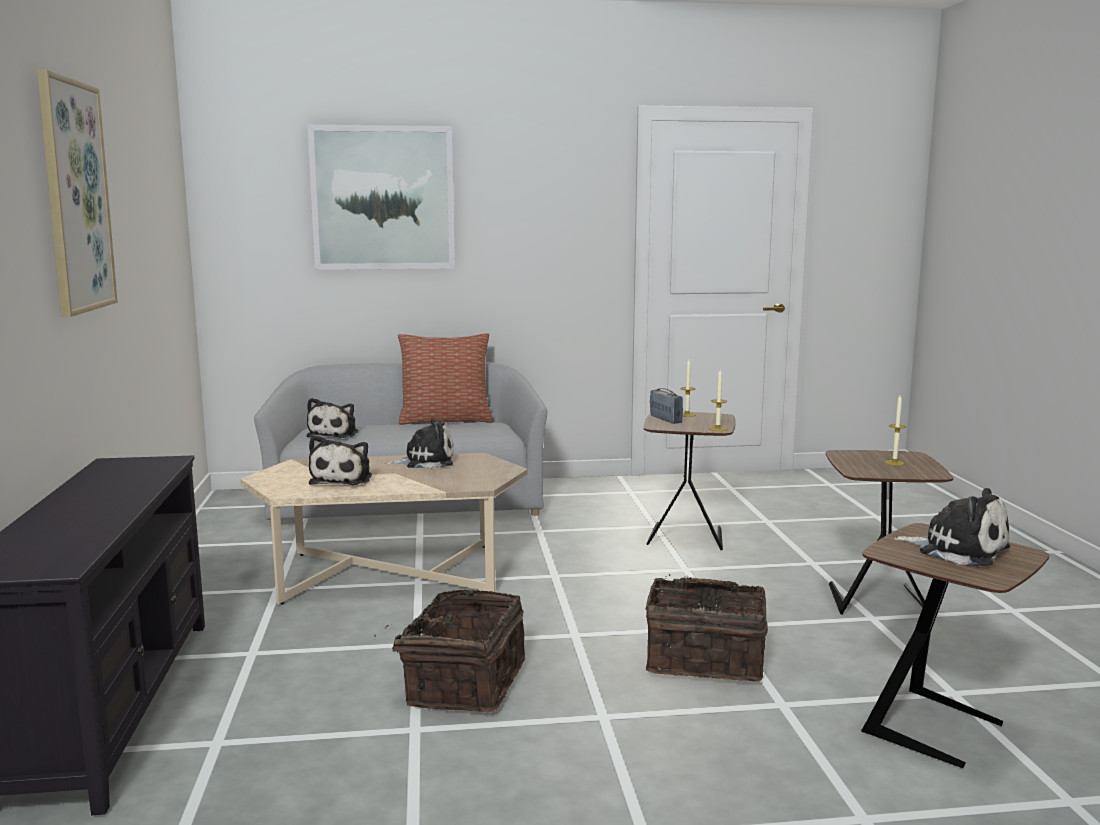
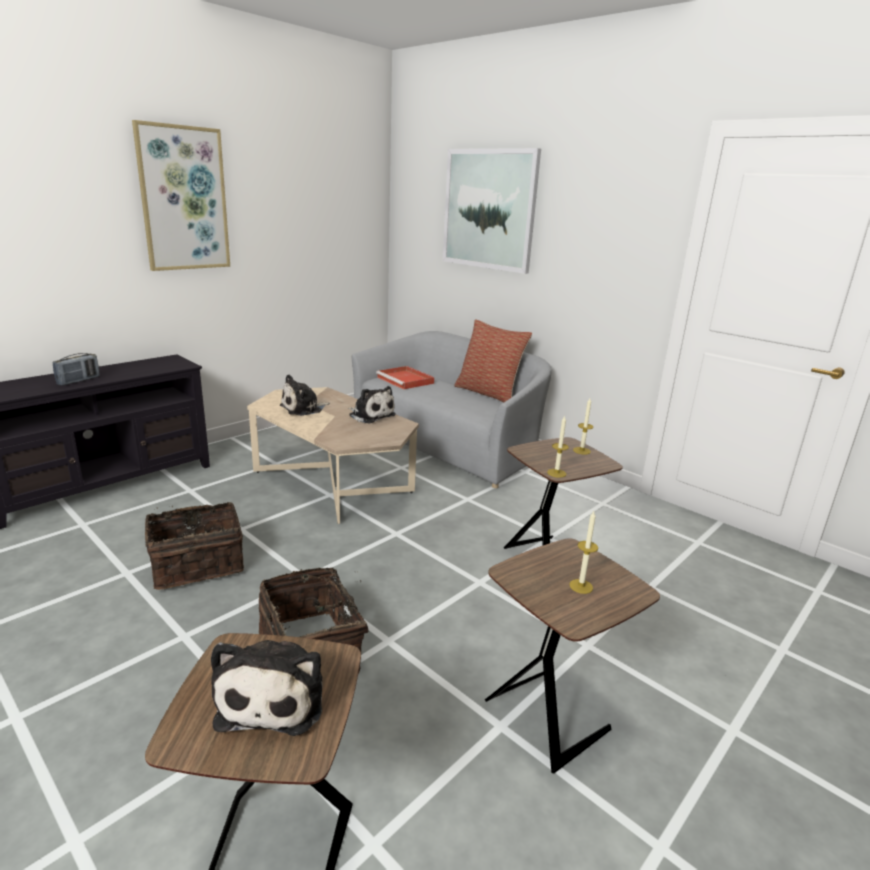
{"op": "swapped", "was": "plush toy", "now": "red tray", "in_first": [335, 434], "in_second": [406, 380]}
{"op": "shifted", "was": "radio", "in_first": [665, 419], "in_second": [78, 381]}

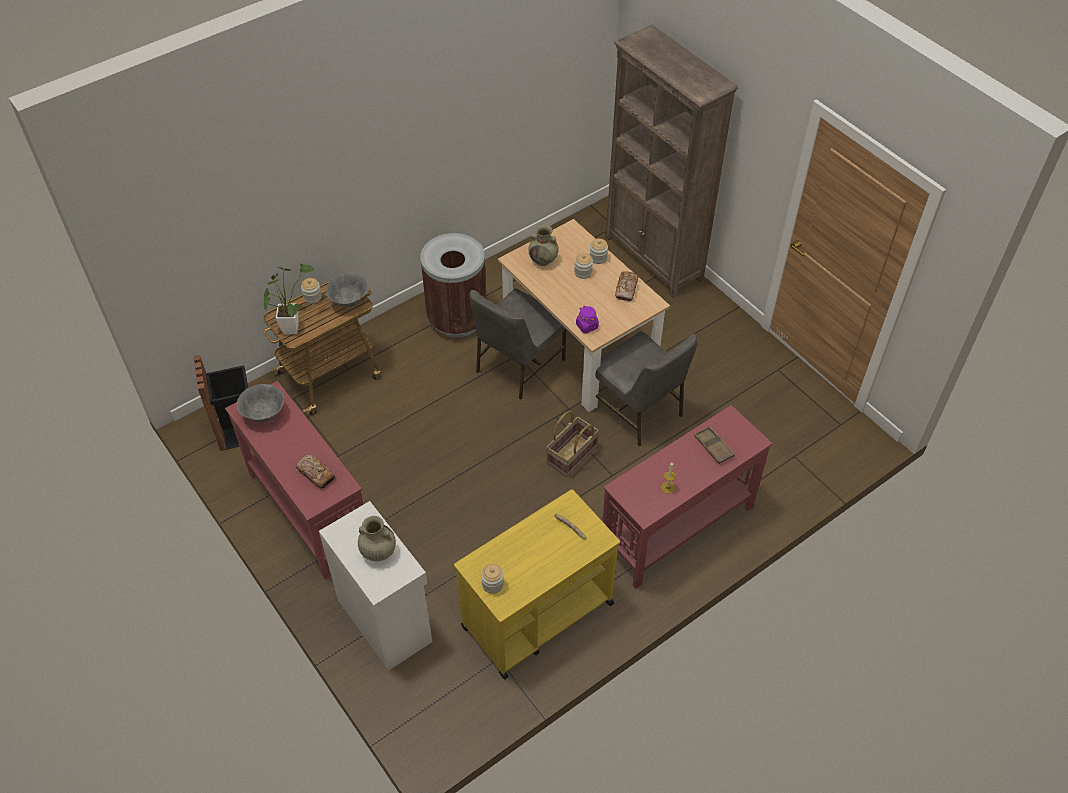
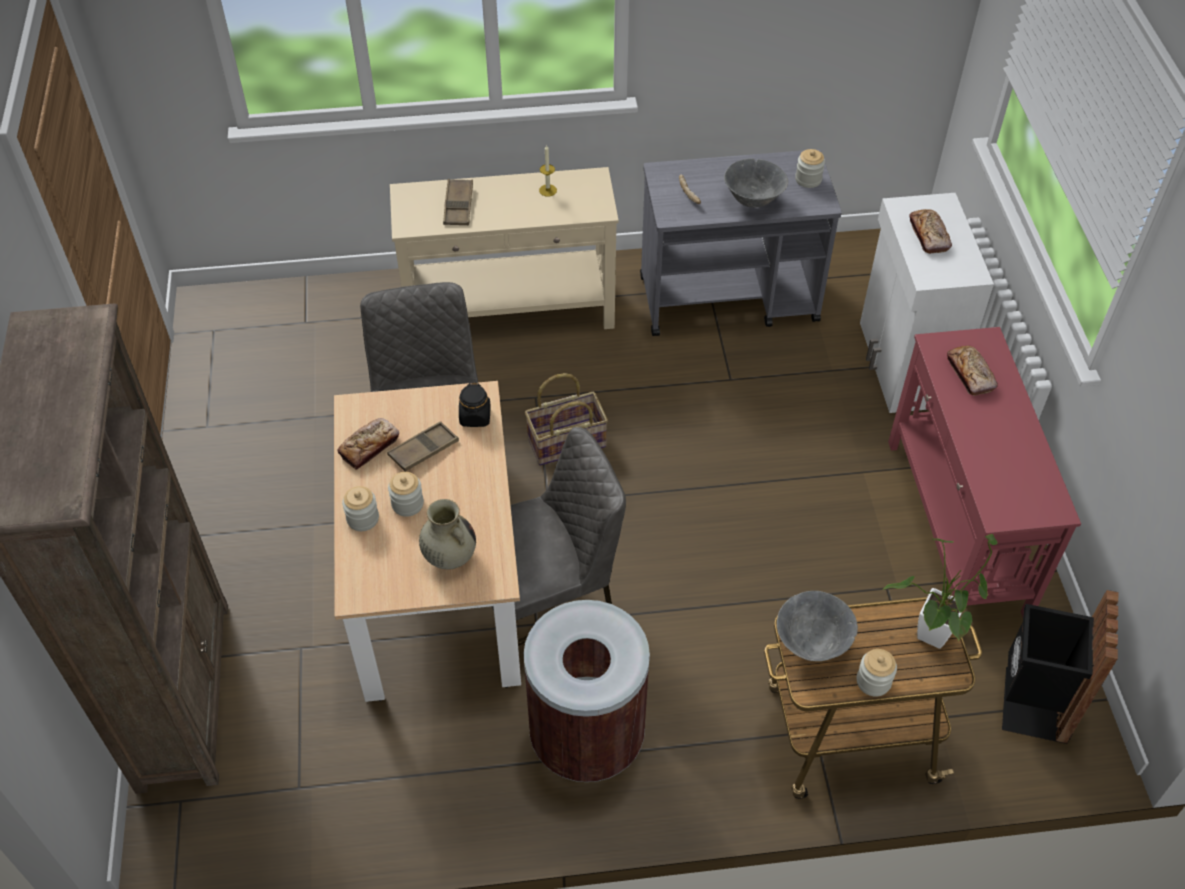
{"op": "shifted", "was": "grey bowl", "in_first": [264, 414], "in_second": [752, 201]}
{"op": "swapped", "was": "beige vase", "now": "bread", "in_first": [378, 552], "in_second": [929, 236]}
{"op": "repainted", "was": "yellow cart", "now": "grey cart", "in_first": [536, 615], "in_second": [730, 299]}
{"op": "repainted", "was": "purple jar", "now": "black jar", "in_first": [586, 326], "in_second": [475, 417]}
{"op": "repainted", "was": "red console table", "now": "beige console table", "in_first": [676, 528], "in_second": [511, 311]}
{"op": "new", "now": "brown tray", "in_second": [423, 450]}

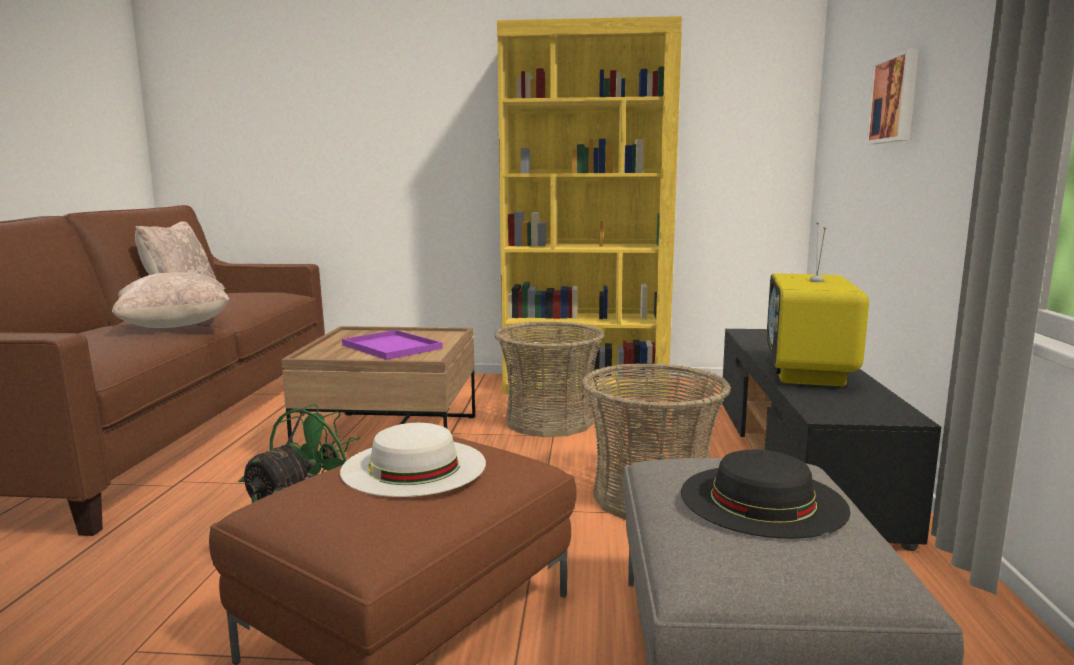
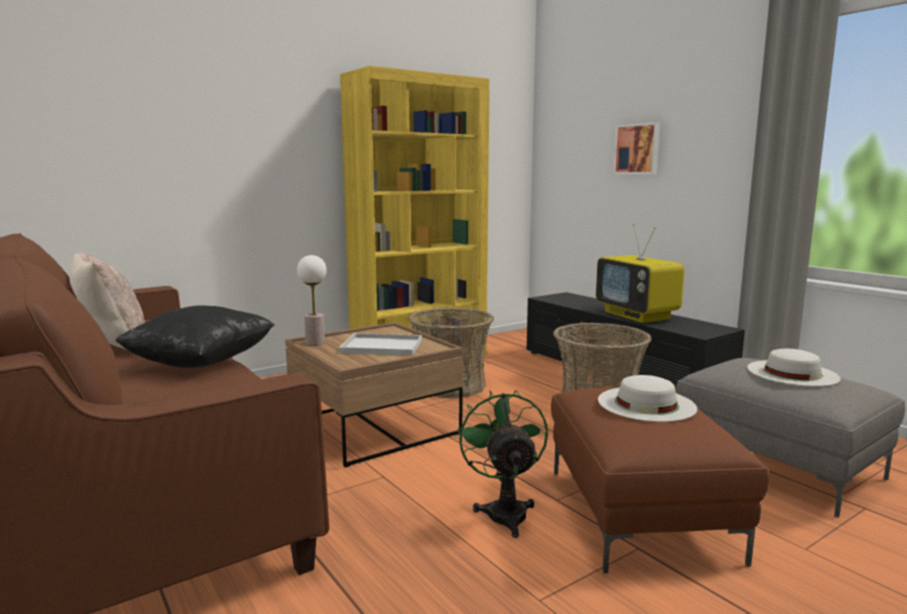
{"op": "repainted", "was": "beige pillow", "now": "black pillow", "in_first": [176, 327], "in_second": [201, 363]}
{"op": "repainted", "was": "purple tray", "now": "white tray", "in_first": [389, 346], "in_second": [380, 346]}
{"op": "repainted", "was": "black hat", "now": "white hat", "in_first": [762, 500], "in_second": [792, 373]}
{"op": "new", "now": "table lamp", "in_second": [315, 343]}

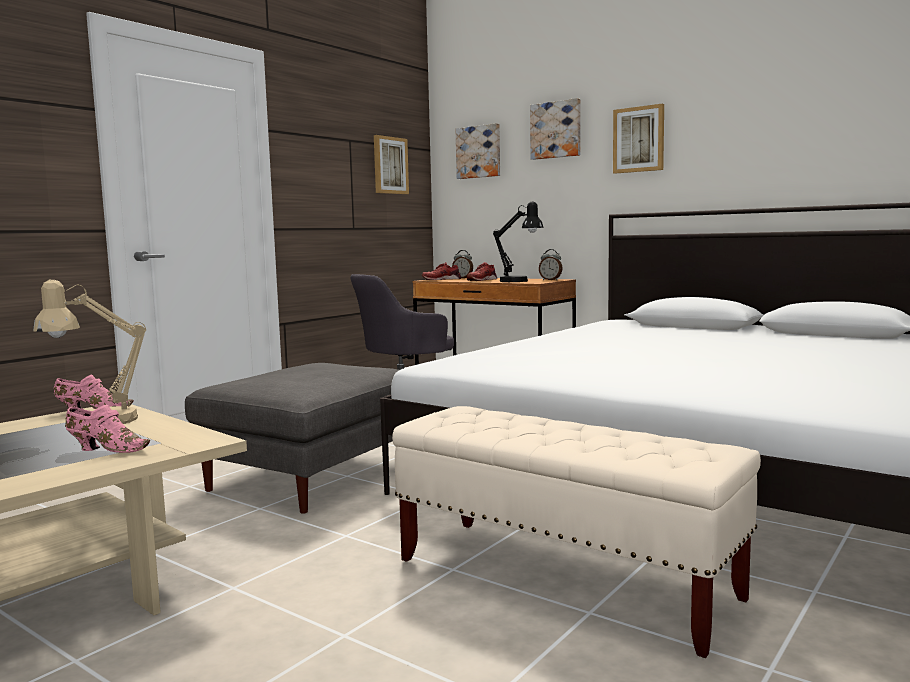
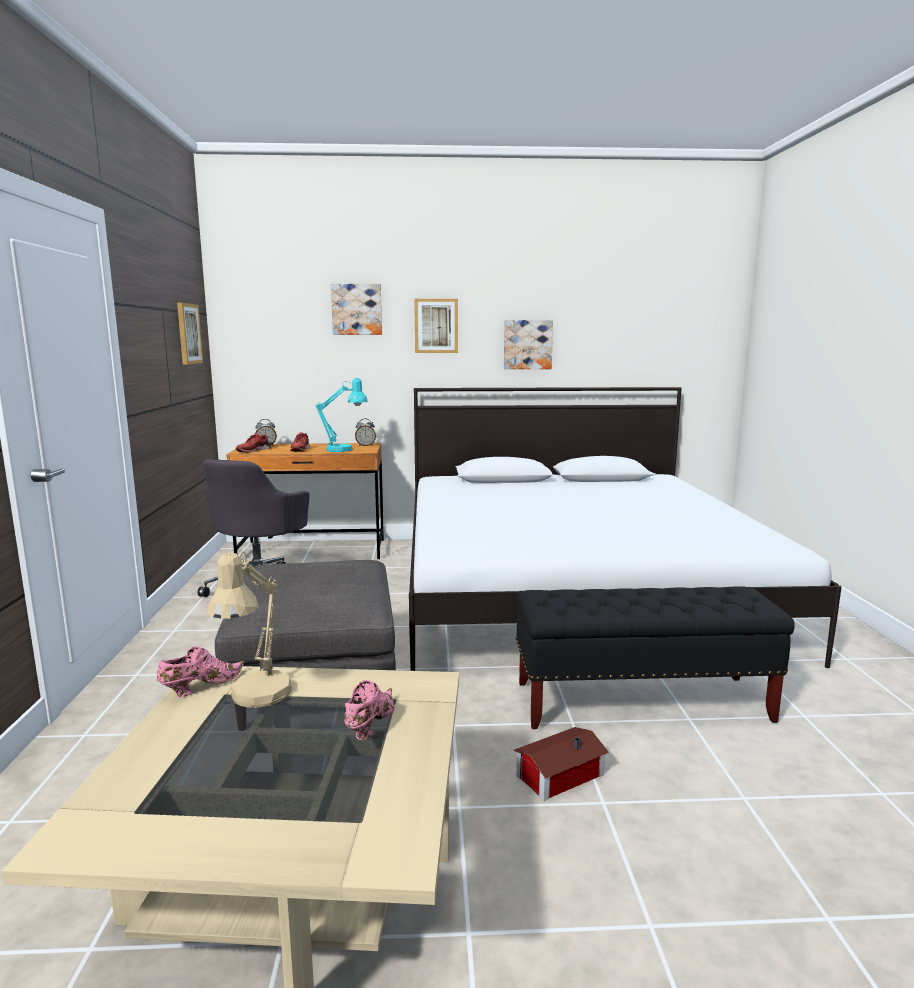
{"op": "rotated", "was": "pink shoe", "in_first": [106, 450], "in_second": [369, 725], "clockwise": -45}
{"op": "repainted", "was": "beige bench", "now": "black bench", "in_first": [564, 580], "in_second": [642, 702]}
{"op": "shifted", "was": "picture", "in_first": [479, 152], "in_second": [527, 344]}
{"op": "repainted", "was": "black table lamp", "now": "turquoise table lamp", "in_first": [519, 281], "in_second": [345, 450]}
{"op": "new", "now": "toy house", "in_second": [557, 774]}

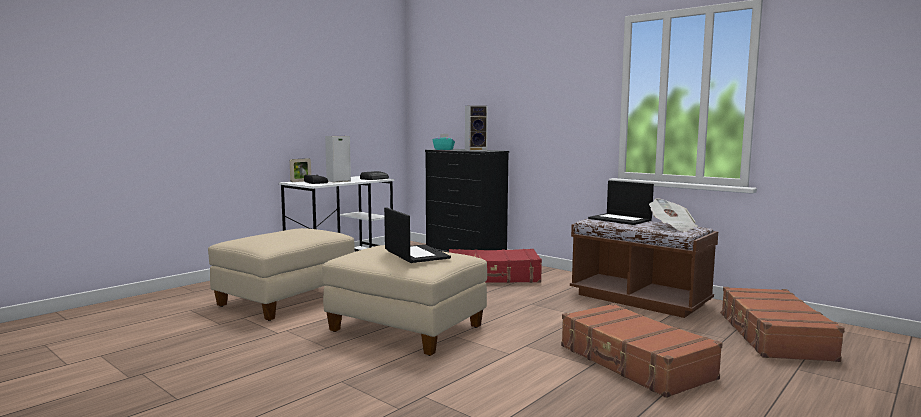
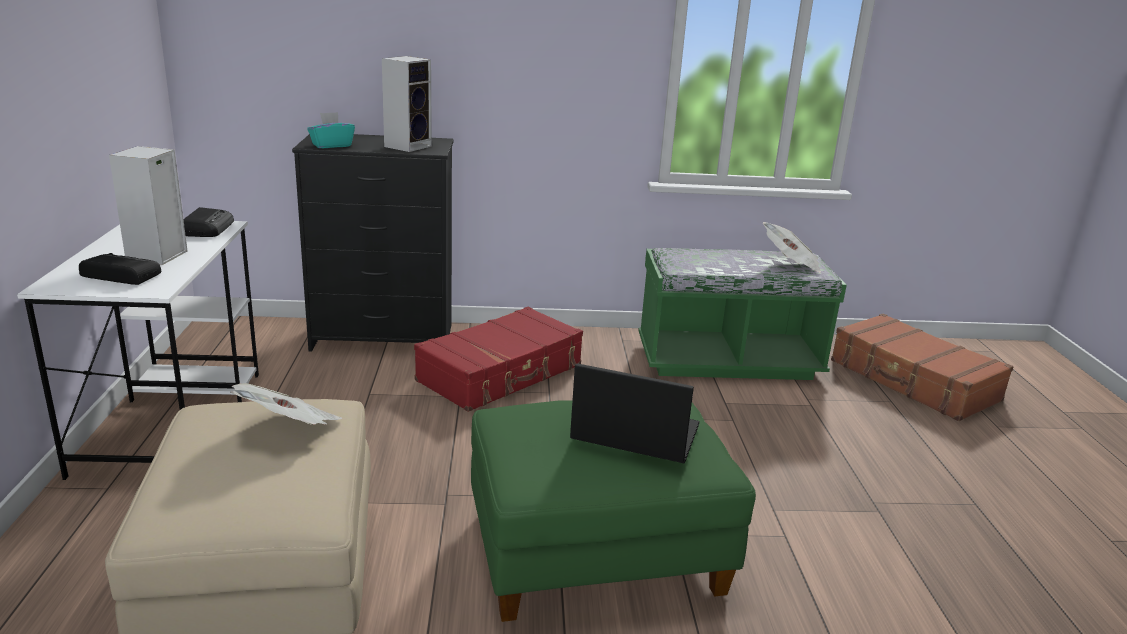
{"op": "gone", "was": "picture frame", "in_first": [301, 181]}
{"op": "repainted", "was": "beige ottoman", "now": "green ottoman", "in_first": [407, 329], "in_second": [596, 552]}
{"op": "gone", "was": "brown suitcase", "in_first": [634, 363]}
{"op": "repainted", "was": "brown bench", "now": "green bench", "in_first": [639, 299], "in_second": [728, 361]}
{"op": "gone", "was": "laptop", "in_first": [620, 219]}
{"op": "new", "now": "newspaper", "in_second": [290, 428]}

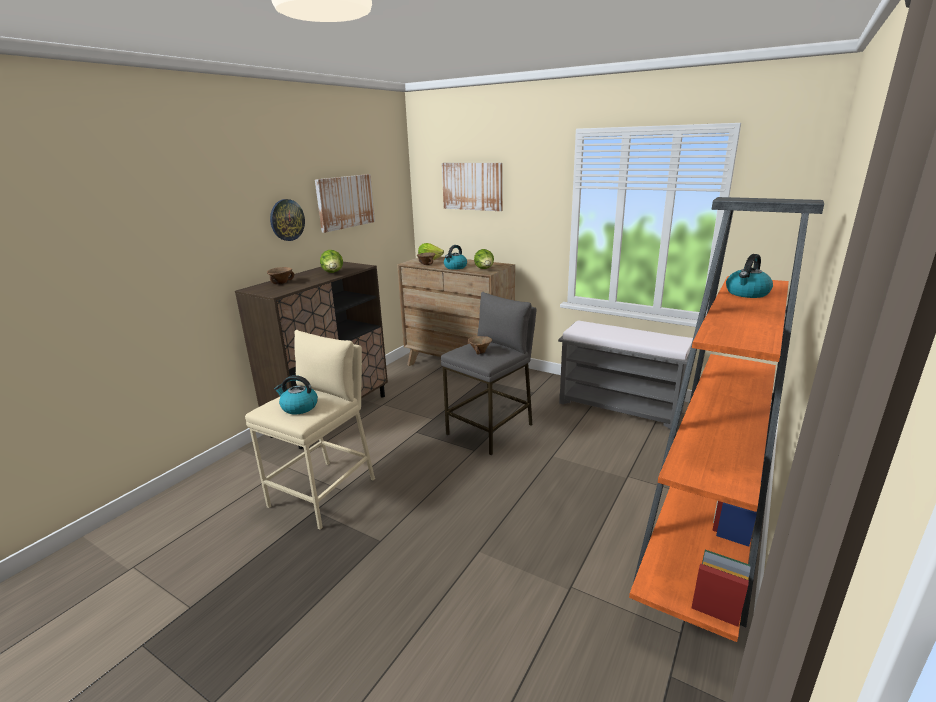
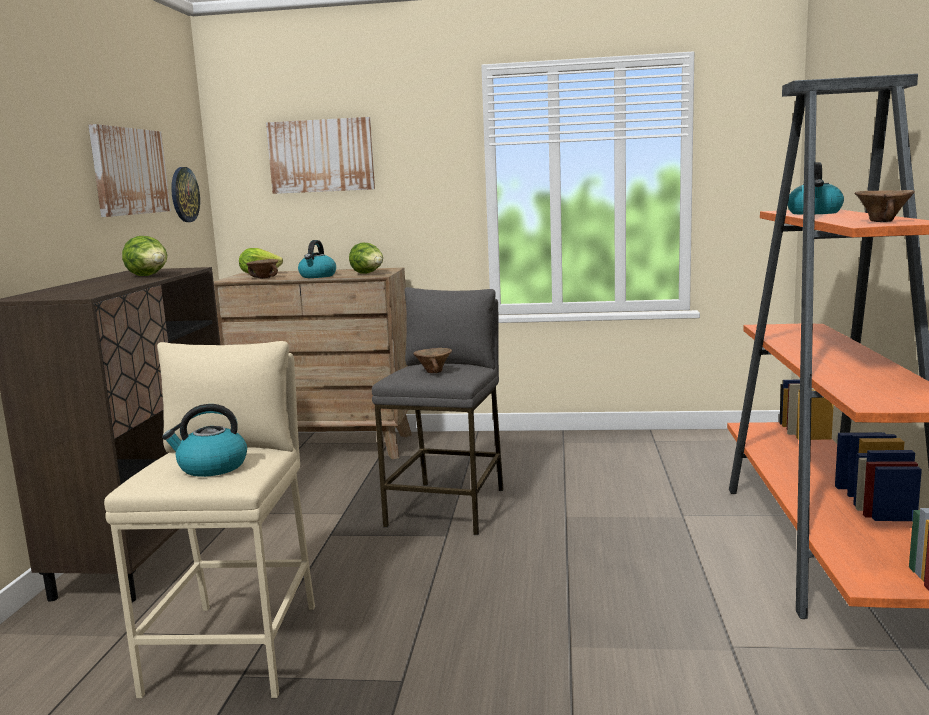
{"op": "shifted", "was": "brown bowl", "in_first": [282, 283], "in_second": [881, 222]}
{"op": "shifted", "was": "wall clock", "in_first": [287, 220], "in_second": [184, 194]}
{"op": "gone", "was": "grey bench", "in_first": [621, 407]}

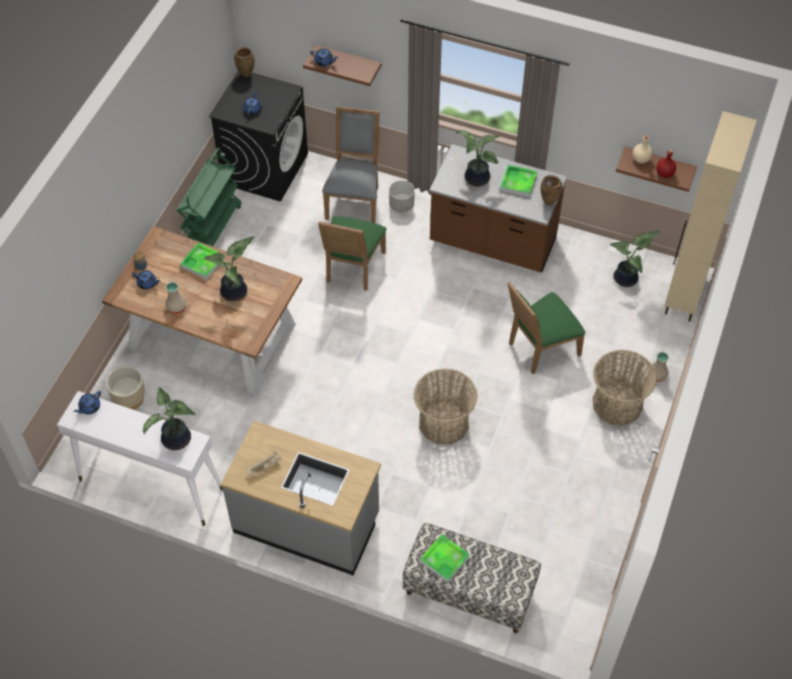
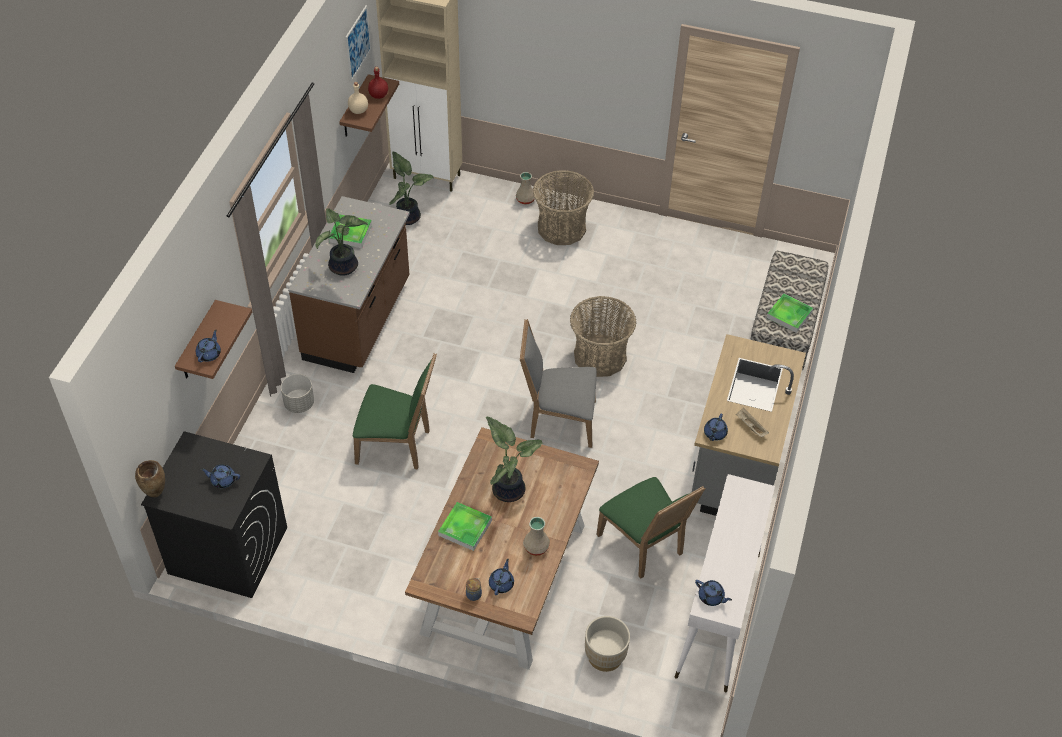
{"op": "gone", "was": "potted plant", "in_first": [176, 441]}
{"op": "gone", "was": "green cart", "in_first": [212, 226]}
{"op": "shifted", "was": "grey chair", "in_first": [355, 200], "in_second": [558, 420]}
{"op": "shifted", "was": "green chair", "in_first": [539, 349], "in_second": [644, 546]}
{"op": "gone", "was": "brown vase", "in_first": [549, 203]}
{"op": "new", "now": "picture", "in_second": [357, 43]}
{"op": "new", "now": "blue teapot", "in_second": [714, 433]}

